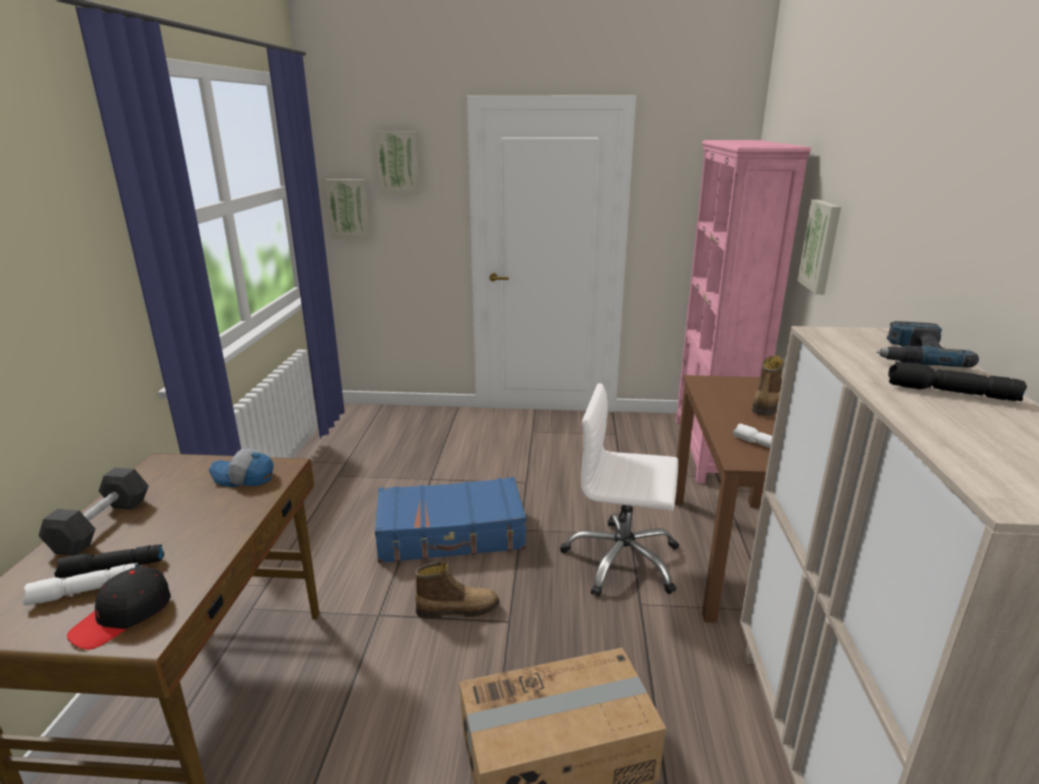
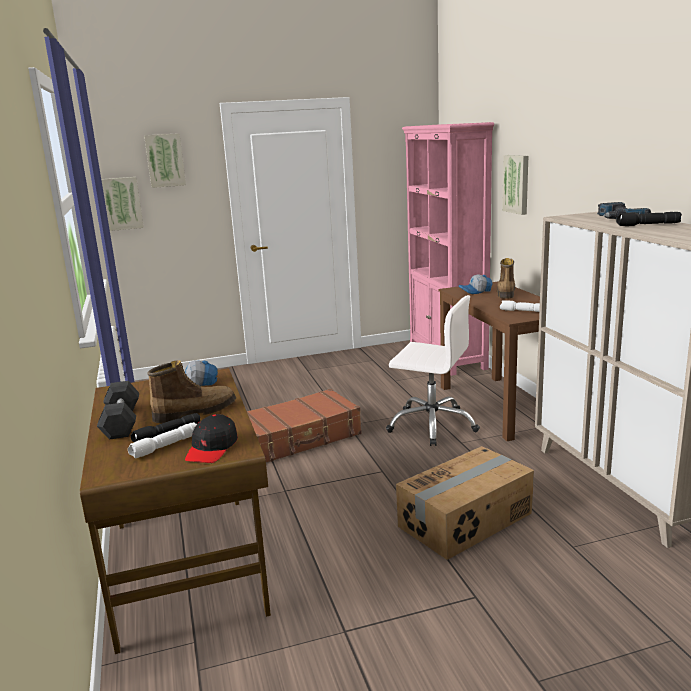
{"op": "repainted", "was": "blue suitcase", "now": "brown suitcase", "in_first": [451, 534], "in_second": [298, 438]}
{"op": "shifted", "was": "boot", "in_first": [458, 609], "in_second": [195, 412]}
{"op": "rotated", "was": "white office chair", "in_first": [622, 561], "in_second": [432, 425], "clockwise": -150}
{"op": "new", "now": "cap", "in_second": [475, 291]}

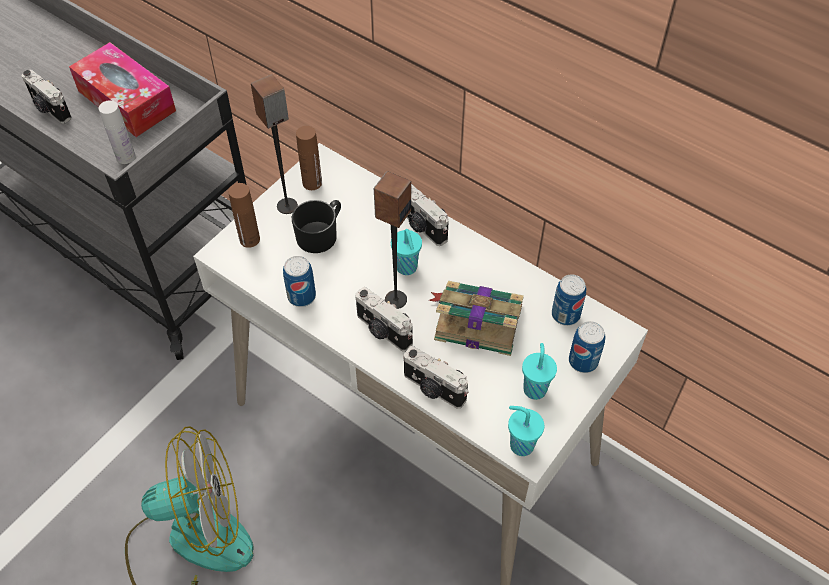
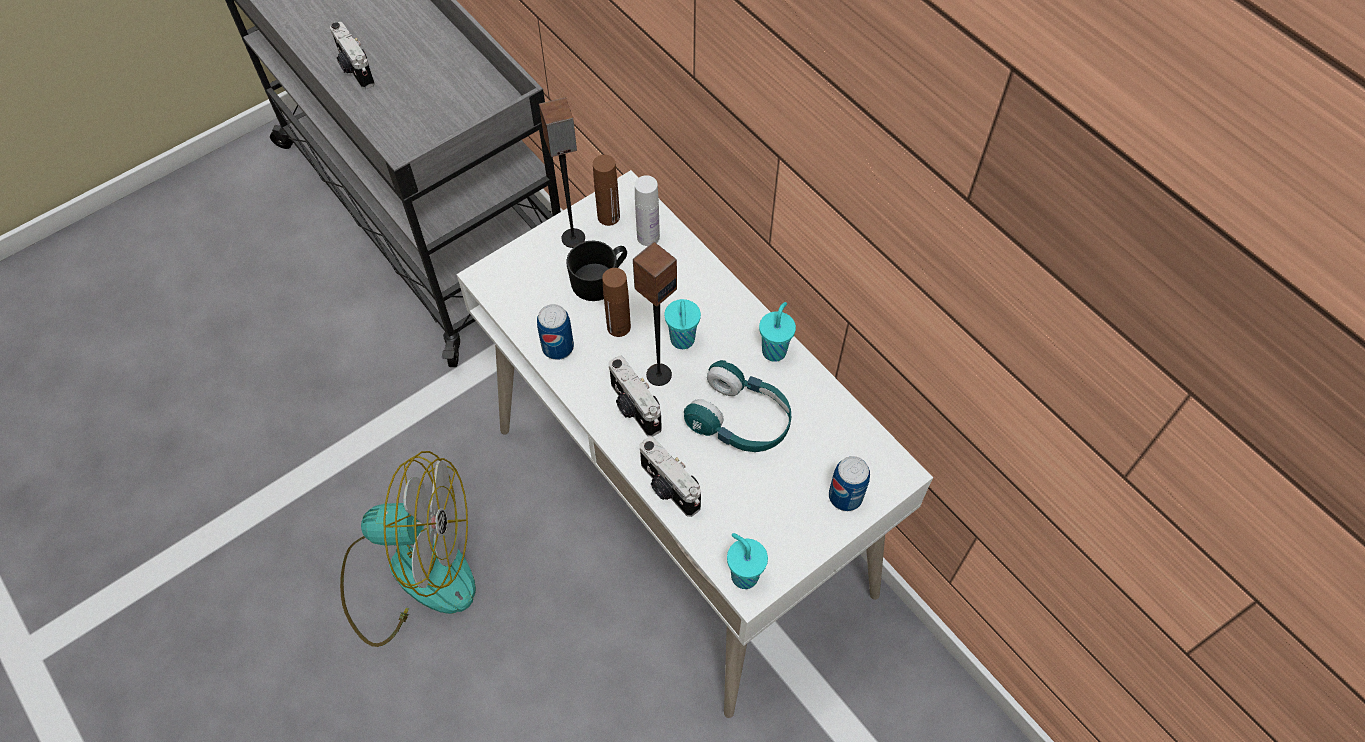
{"op": "gone", "was": "tissue box", "in_first": [126, 101]}
{"op": "shifted", "was": "white bottle", "in_first": [126, 157], "in_second": [648, 237]}
{"op": "shifted", "was": "brown bottle", "in_first": [249, 239], "in_second": [618, 326]}
{"op": "gone", "was": "photo camera", "in_first": [422, 226]}
{"op": "swapped", "was": "book", "now": "turquoise headphones", "in_first": [476, 320], "in_second": [740, 420]}
{"op": "shifted", "was": "turquoise cup", "in_first": [535, 388], "in_second": [774, 350]}
{"op": "gone", "was": "can", "in_first": [565, 315]}

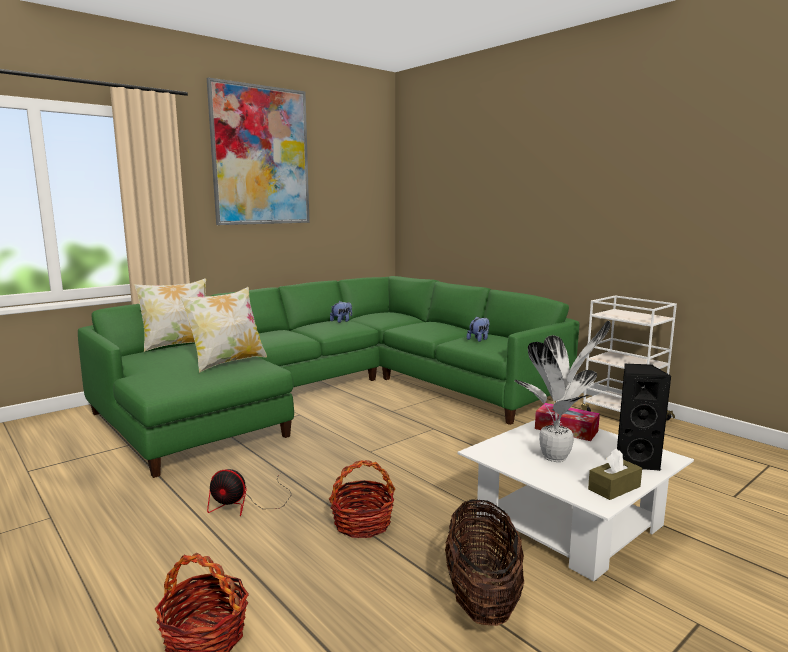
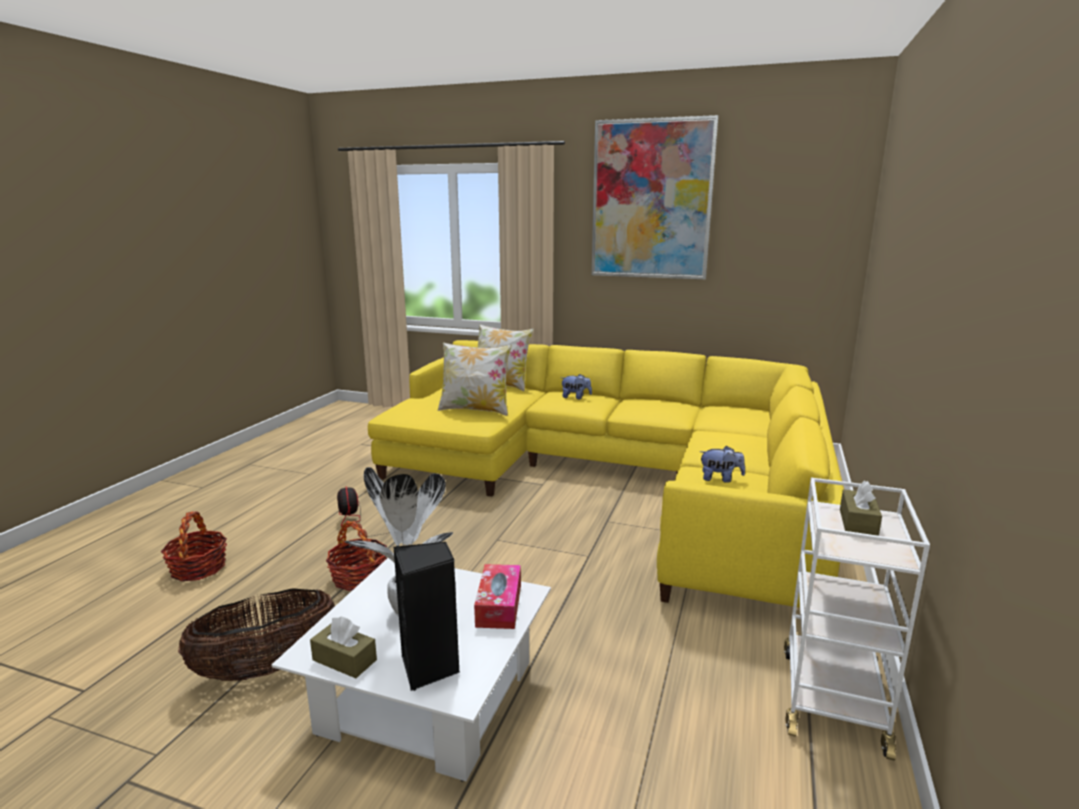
{"op": "repainted", "was": "green sofa", "now": "yellow sofa", "in_first": [333, 393], "in_second": [614, 480]}
{"op": "shifted", "was": "plush toy", "in_first": [341, 321], "in_second": [575, 397]}
{"op": "new", "now": "brown tissue box", "in_second": [858, 523]}

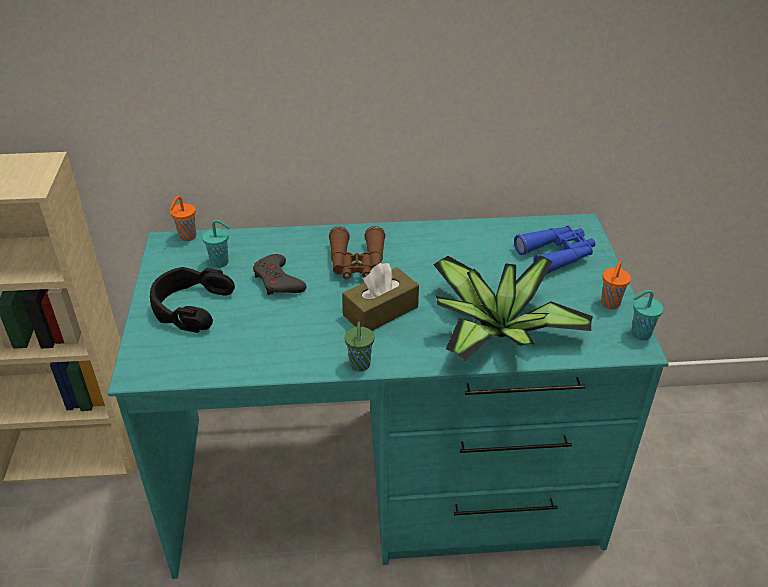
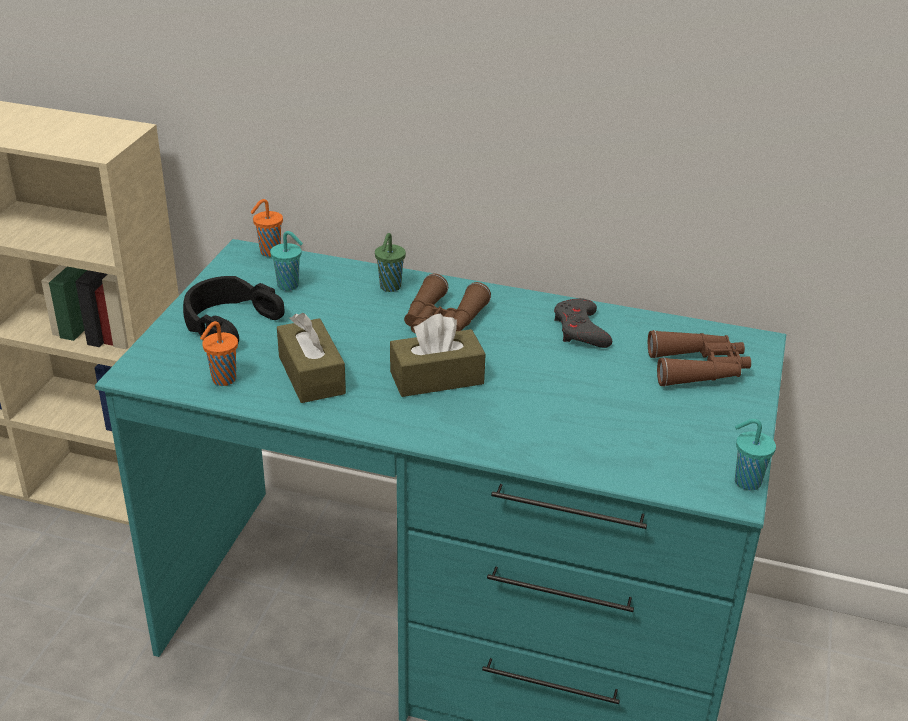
{"op": "shifted", "was": "grey game controller", "in_first": [278, 281], "in_second": [580, 330]}
{"op": "shifted", "was": "green cup", "in_first": [360, 366], "in_second": [389, 287]}
{"op": "gone", "was": "potted plant", "in_first": [497, 333]}
{"op": "repainted", "was": "blue binoculars", "now": "brown binoculars", "in_first": [556, 255], "in_second": [698, 368]}
{"op": "shifted", "was": "orange cup", "in_first": [609, 304], "in_second": [222, 380]}
{"op": "new", "now": "brown tissue box", "in_second": [311, 375]}

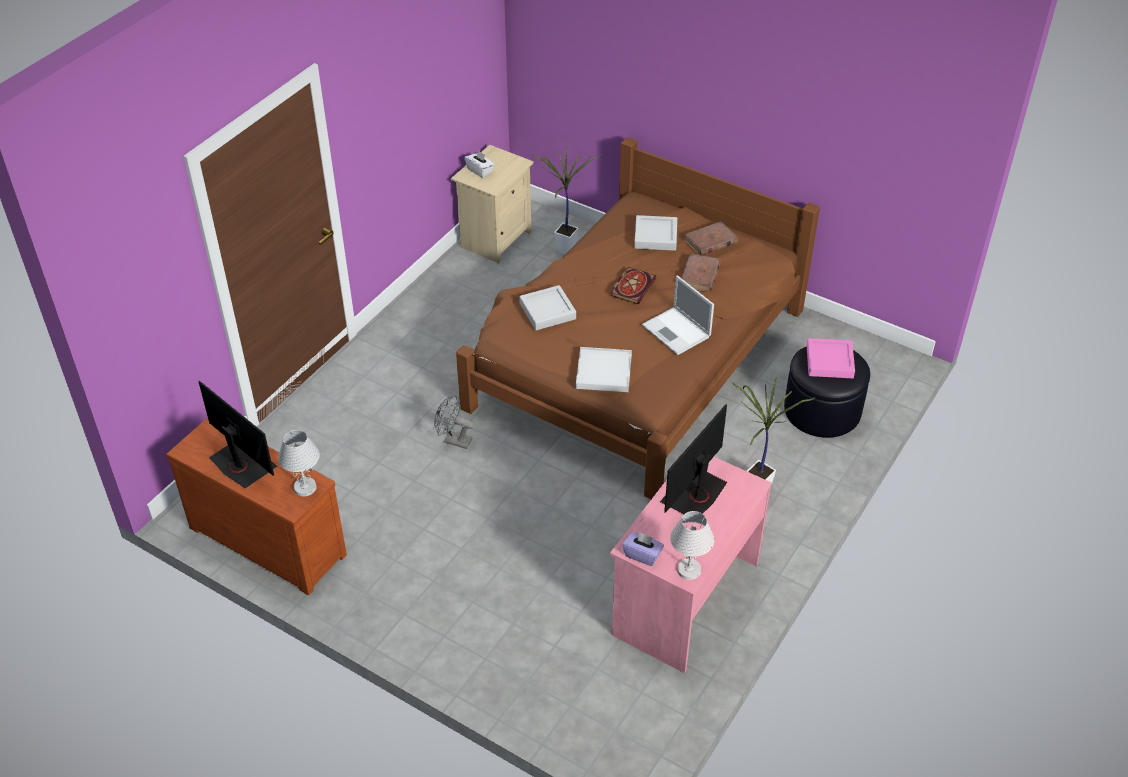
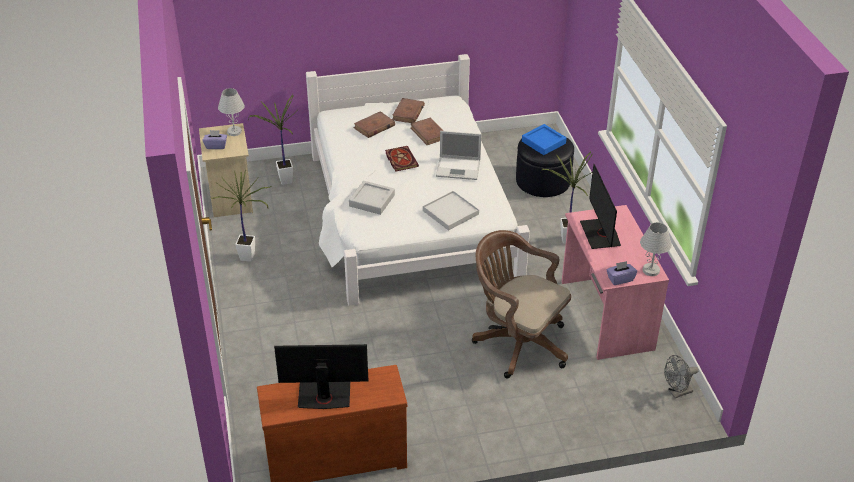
{"op": "shifted", "was": "white table lamp", "in_first": [305, 487], "in_second": [234, 131]}
{"op": "shifted", "was": "grey fan", "in_first": [453, 440], "in_second": [677, 392]}
{"op": "repainted", "was": "brown bed", "now": "white bed", "in_first": [635, 358], "in_second": [410, 215]}
{"op": "repainted", "was": "white tissue box", "now": "purple tissue box", "in_first": [480, 171], "in_second": [216, 146]}
{"op": "swapped", "was": "grey tray", "now": "brown book", "in_first": [655, 236], "in_second": [374, 127]}
{"op": "repainted", "was": "pink tray", "now": "blue tray", "in_first": [829, 362], "in_second": [543, 142]}
{"op": "new", "now": "potted plant", "in_second": [250, 259]}
{"op": "new", "now": "brown office chair", "in_second": [517, 342]}

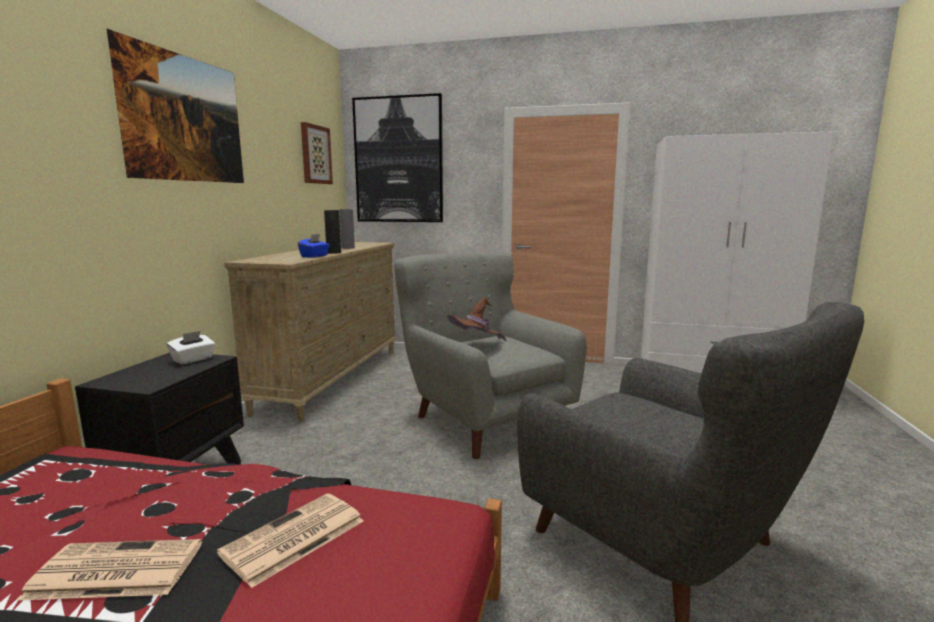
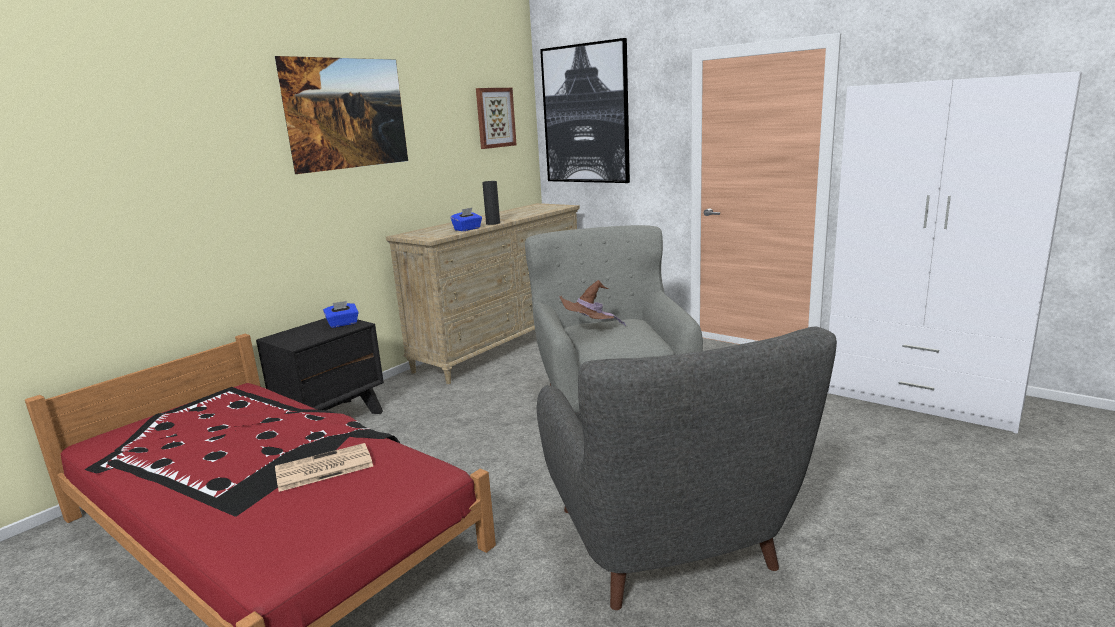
{"op": "gone", "was": "newspaper", "in_first": [113, 571]}
{"op": "repainted", "was": "white tissue box", "now": "blue tissue box", "in_first": [193, 359], "in_second": [343, 324]}
{"op": "gone", "was": "grey vase", "in_first": [348, 248]}

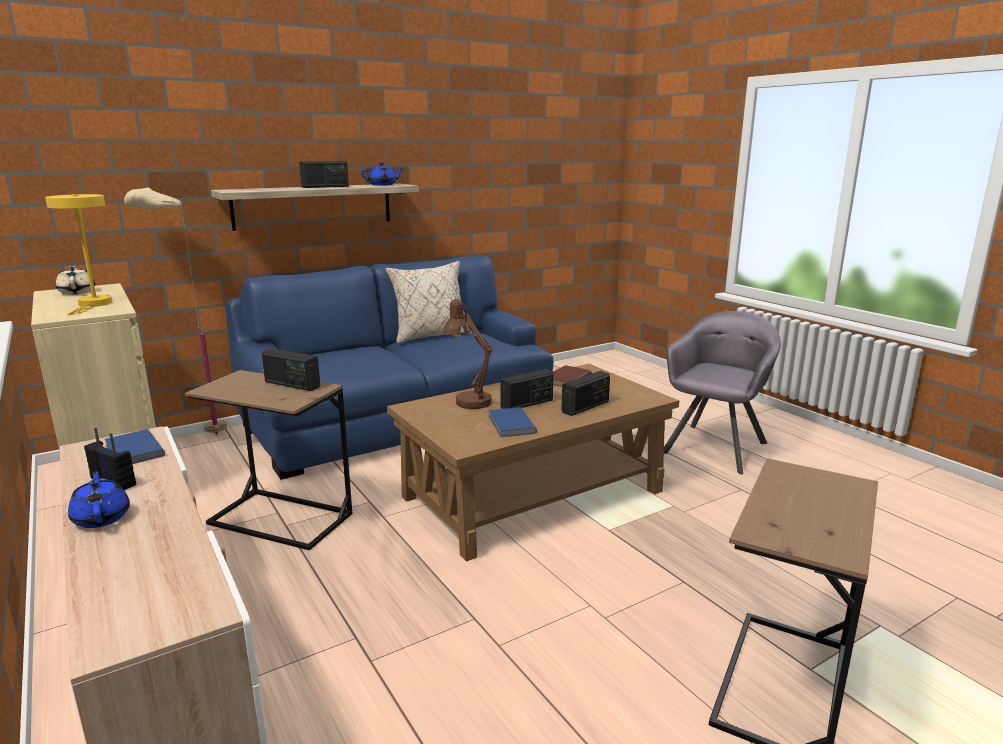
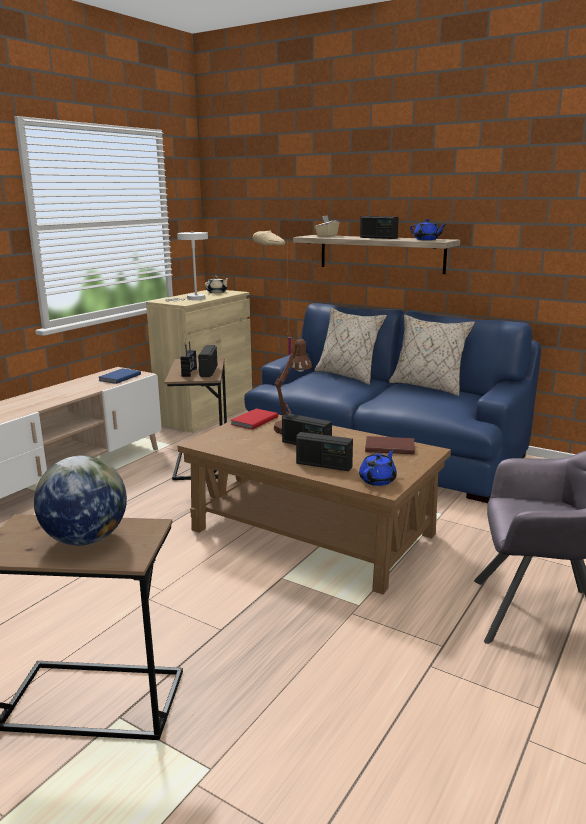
{"op": "repainted", "was": "yellow table lamp", "now": "white table lamp", "in_first": [93, 304], "in_second": [193, 299]}
{"op": "shifted", "was": "blue teapot", "in_first": [102, 517], "in_second": [378, 480]}
{"op": "shifted", "was": "radio", "in_first": [114, 481], "in_second": [189, 373]}
{"op": "gone", "was": "blue book", "in_first": [510, 425]}
{"op": "new", "now": "globe", "in_second": [85, 539]}
{"op": "new", "now": "red book", "in_second": [253, 421]}
{"op": "new", "now": "beige pillow", "in_second": [348, 375]}
{"op": "new", "now": "beige tissue box", "in_second": [326, 236]}

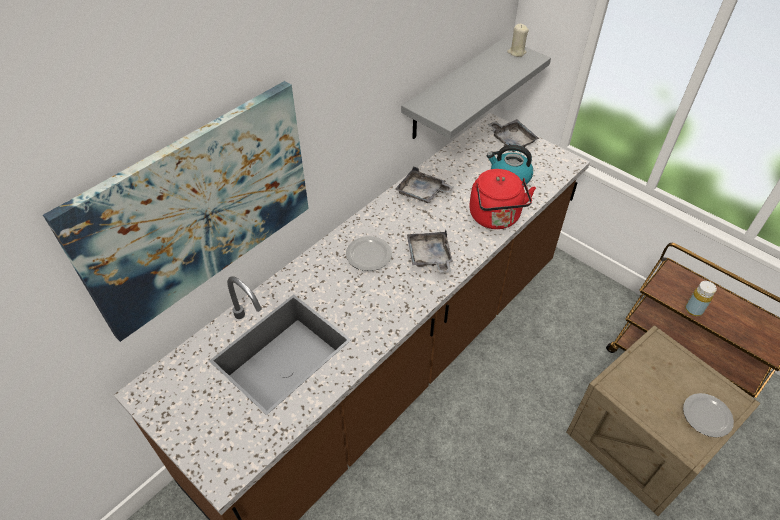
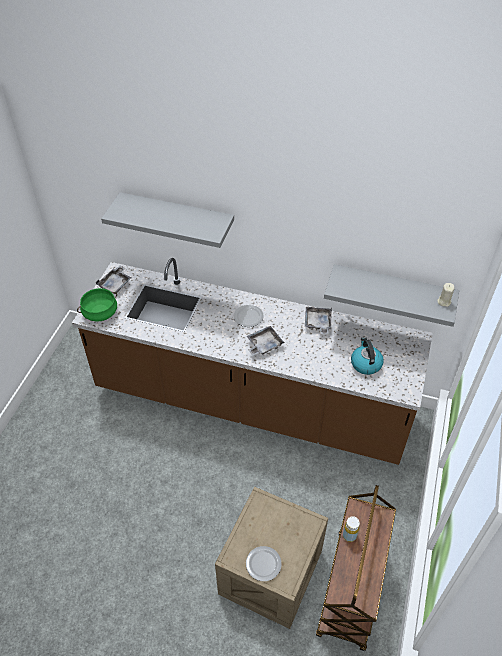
{"op": "swapped", "was": "picture", "now": "grey shelf", "in_first": [199, 208], "in_second": [177, 217]}
{"op": "gone", "was": "red kettle", "in_first": [496, 218]}
{"op": "shifted", "was": "grey tray", "in_first": [511, 140], "in_second": [115, 284]}
{"op": "new", "now": "green cooking pot", "in_second": [100, 312]}

